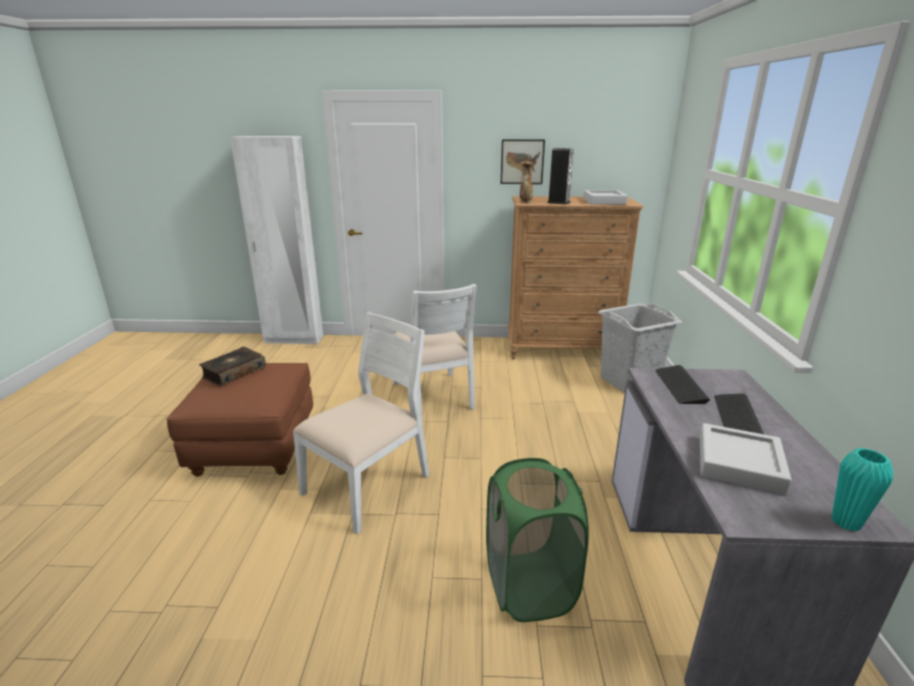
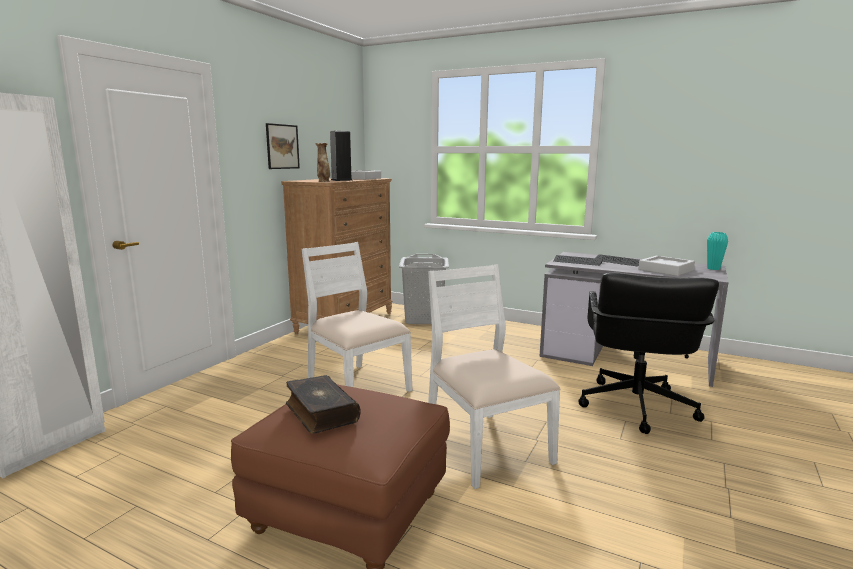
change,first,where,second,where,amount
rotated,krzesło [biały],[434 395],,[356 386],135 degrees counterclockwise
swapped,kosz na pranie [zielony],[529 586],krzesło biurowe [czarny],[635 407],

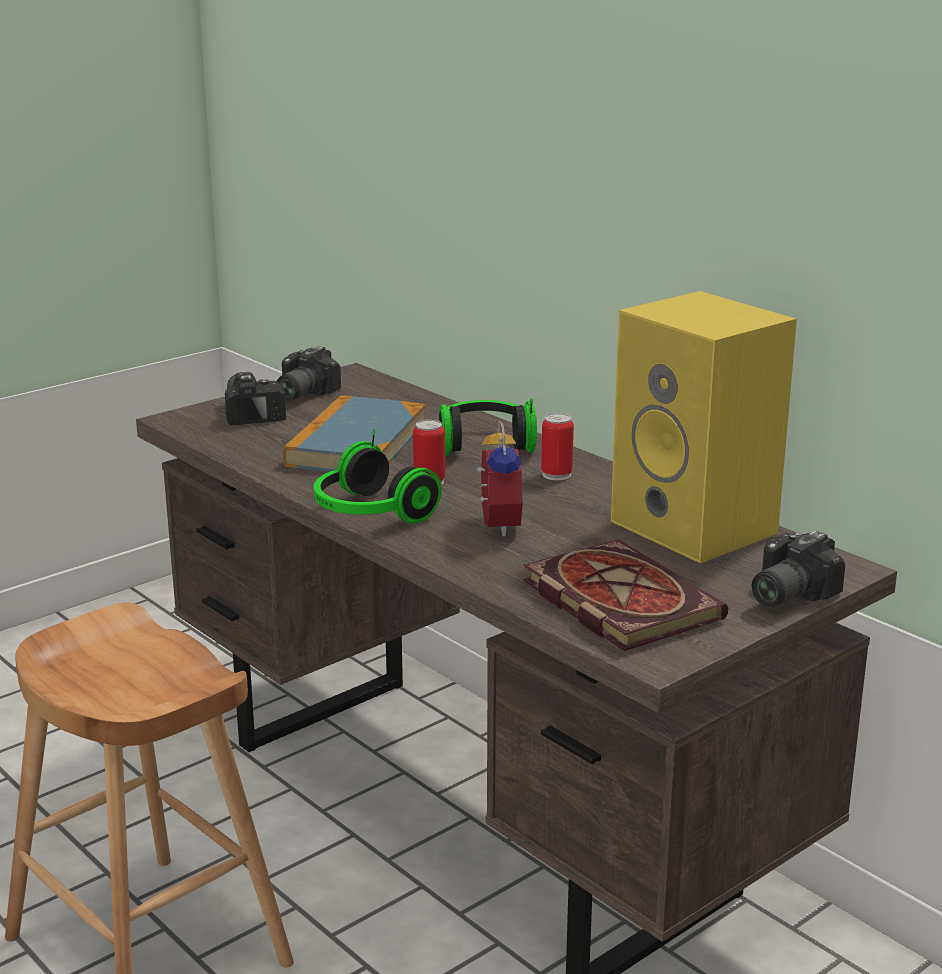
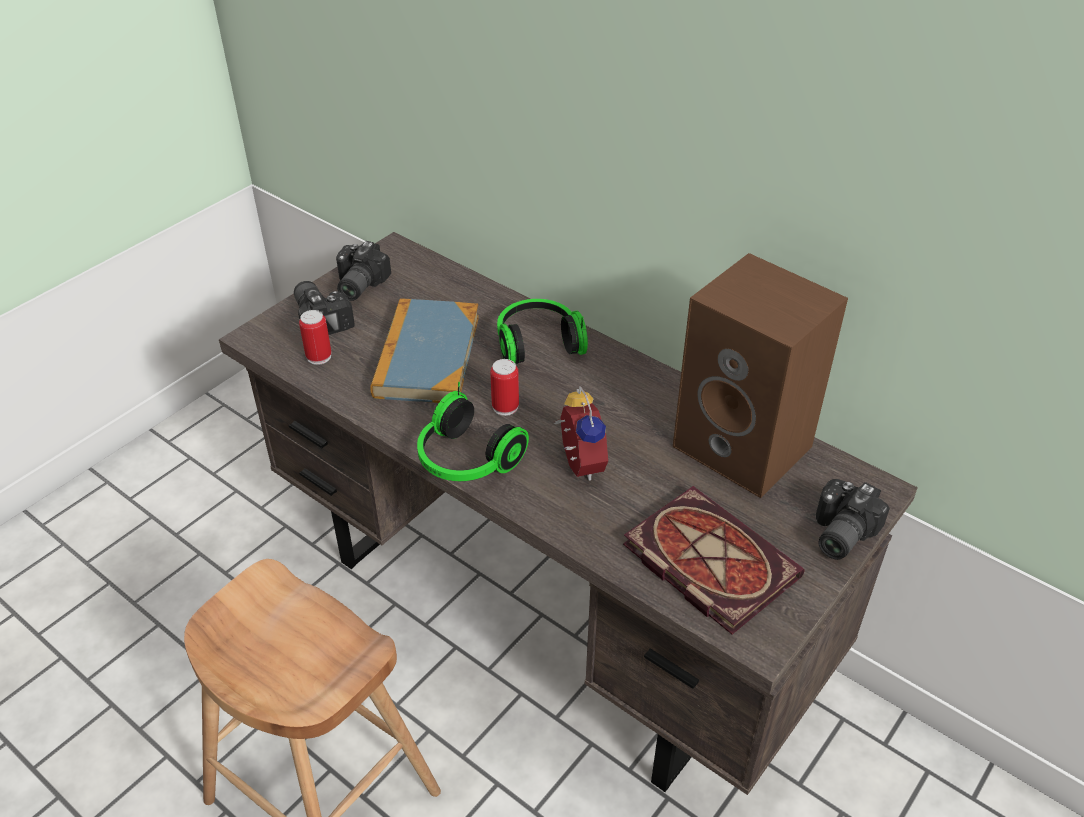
change,first,where,second,where,amount
repainted,głośnik [żółty],[698 527],głośnik [brązowy],[746 446],
shifted,puszka,[556 474],,[319 356],

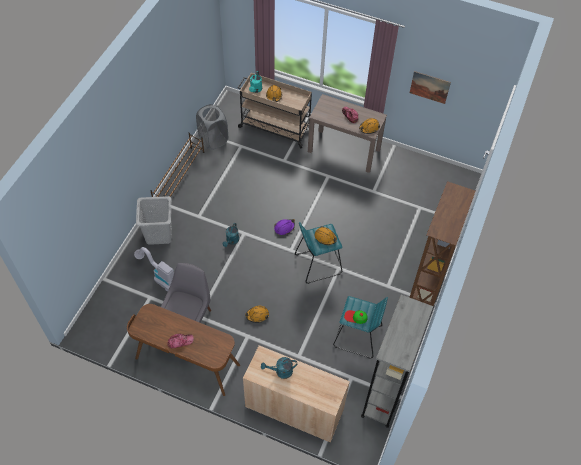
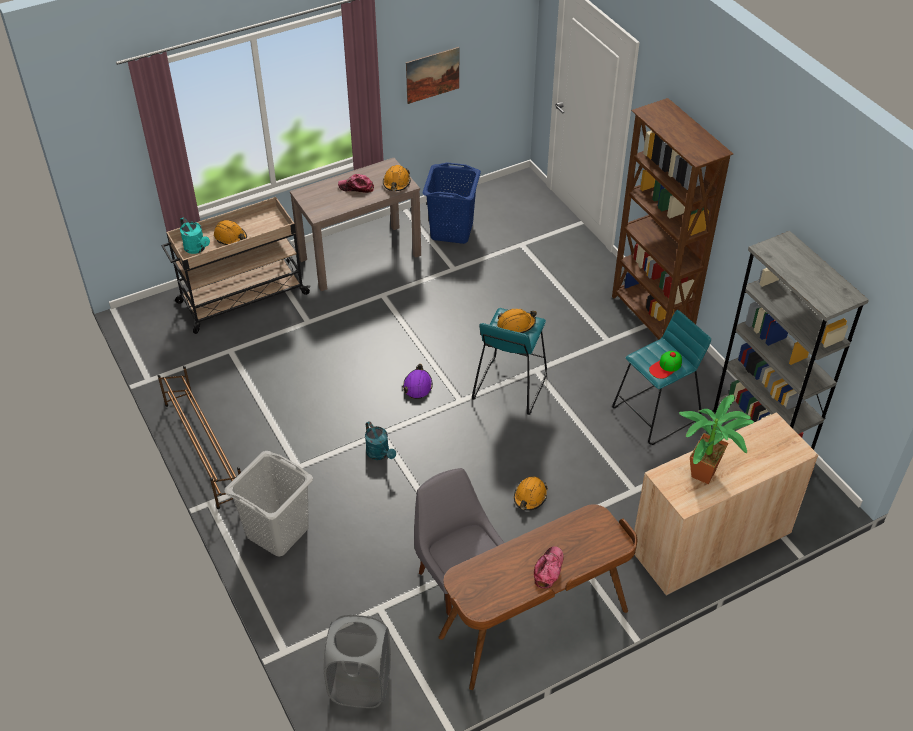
change,first,where,second,where,amount
shifted,kosz na pranie [szary],[213 139],,[360 684],
gone,odkurzacz,[159 276],,,
swapped,konewka [turkusowy],[280 372],roślina doniczkowa,[707 472],
new,,,kosz na pranie [niebieski],[452 230],

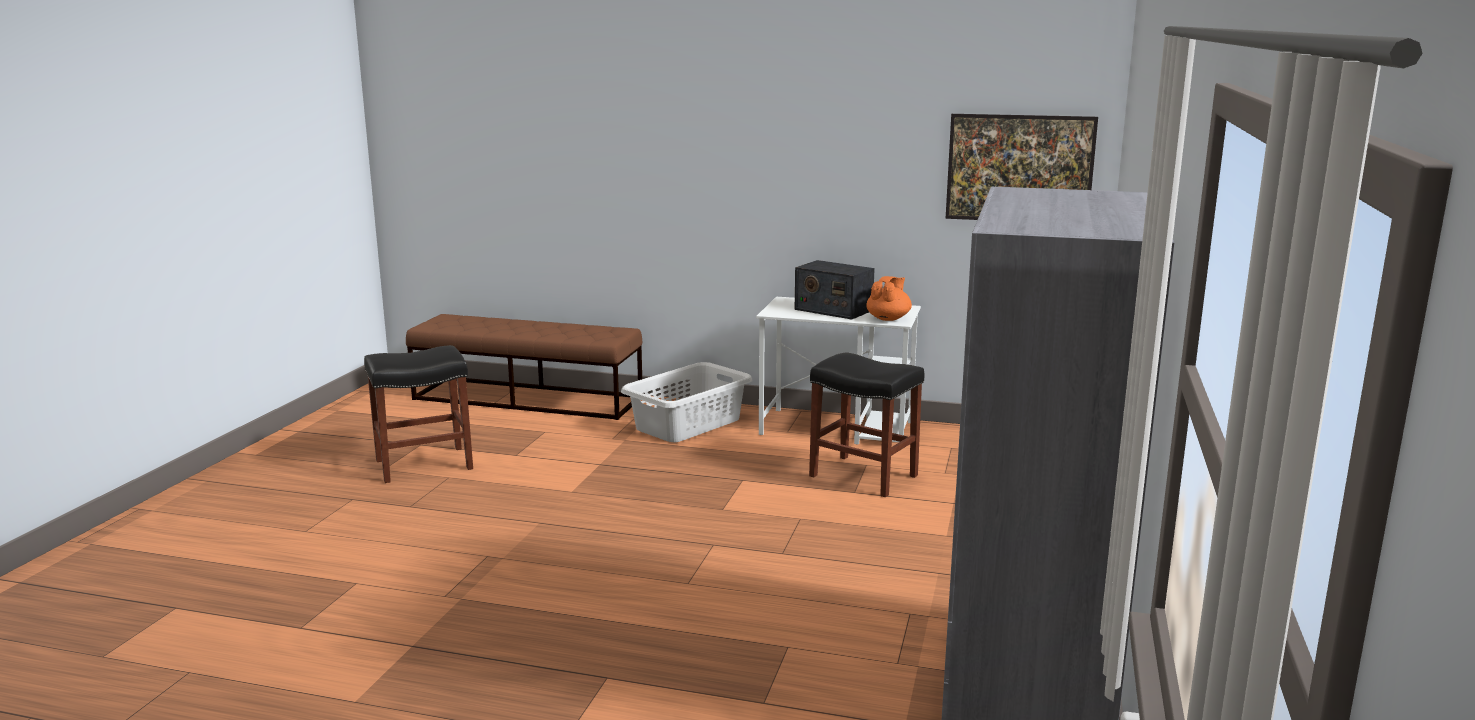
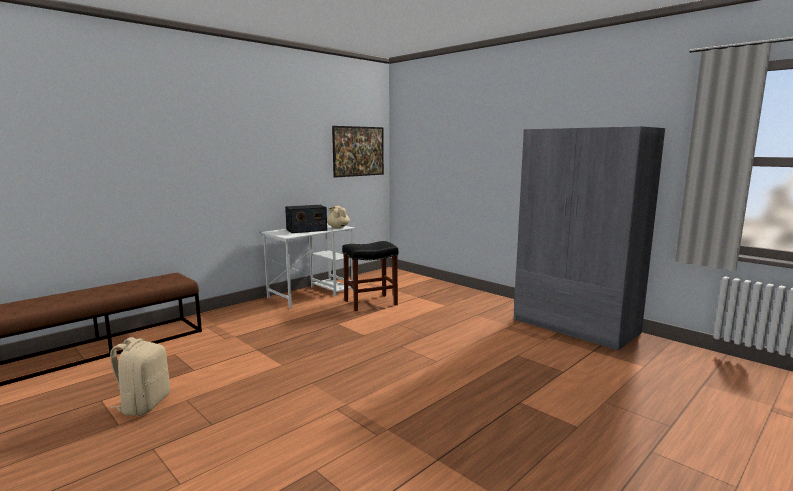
change,first,where,second,where,amount
repainted,imbryk [pomarańczowy],[888 318],imbryk [beżowy],[338 227],
swapped,stołek [czarny],[425 464],plecak [beżowy],[144 404],
gone,kosz na pranie [szary],[689 424],,,

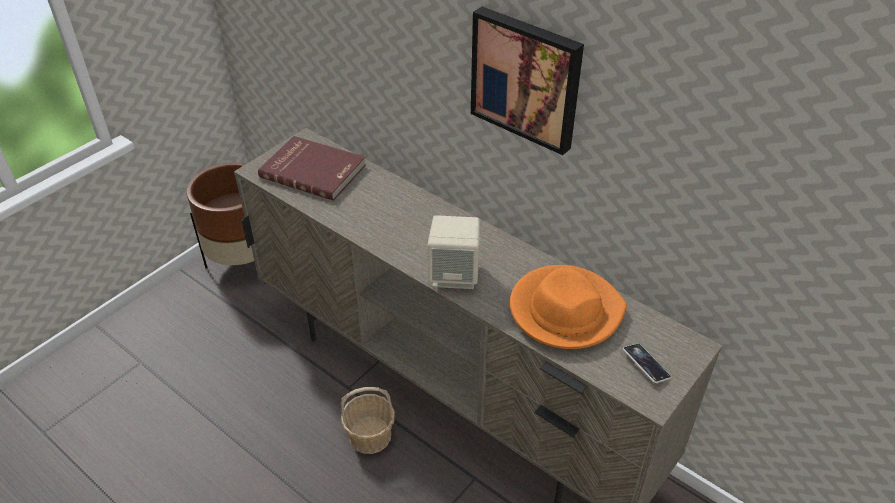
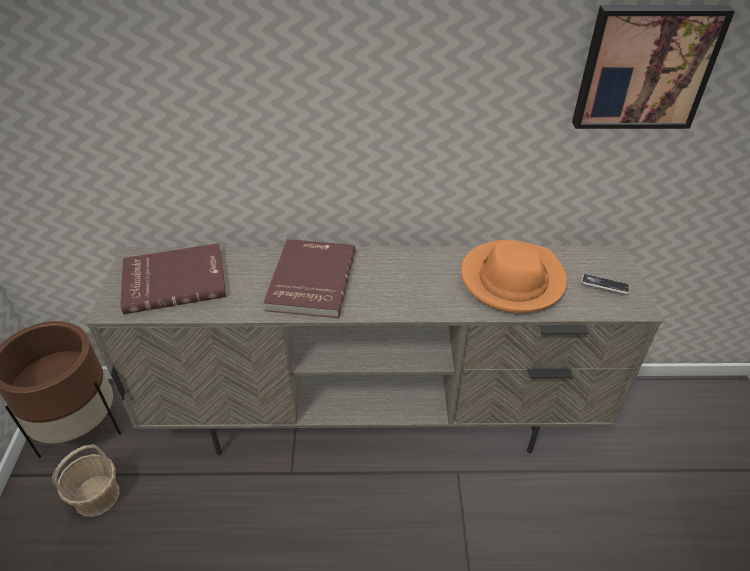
change,first,where,second,where,amount
shifted,obraz,[527 78],,[645 67],
gone,głośnik [beżowy],[454 275],,,
shifted,koszyk,[370 435],,[97 496],
new,,,książka [czerwony],[309 280],

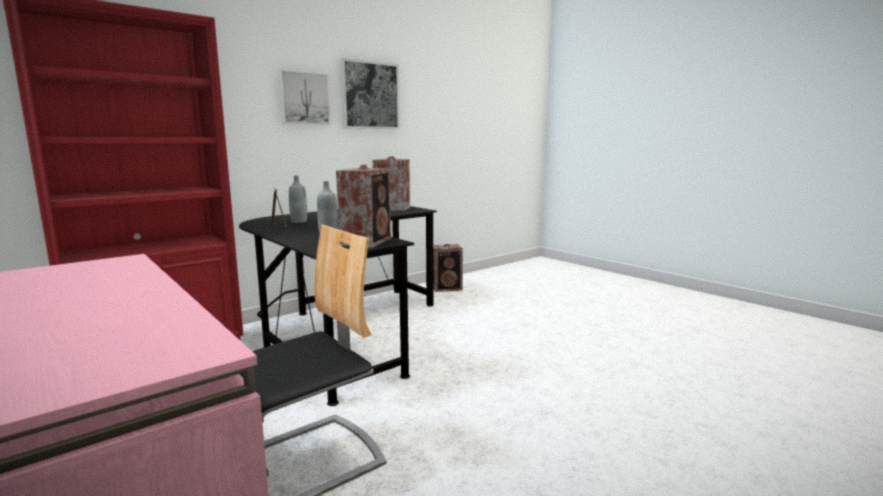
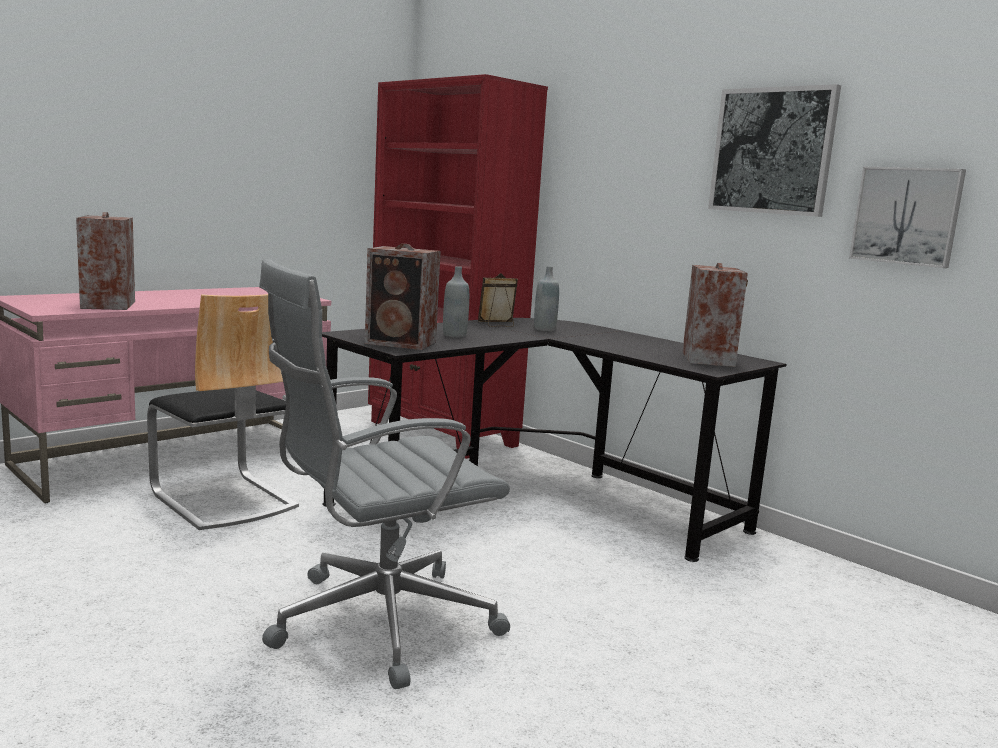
change,first,where,second,where,amount
shifted,obraz,[304 98],,[907 216],
shifted,głośnik,[447 288],,[107 305],
new,,,krzesło biurowe [szary],[376 622],

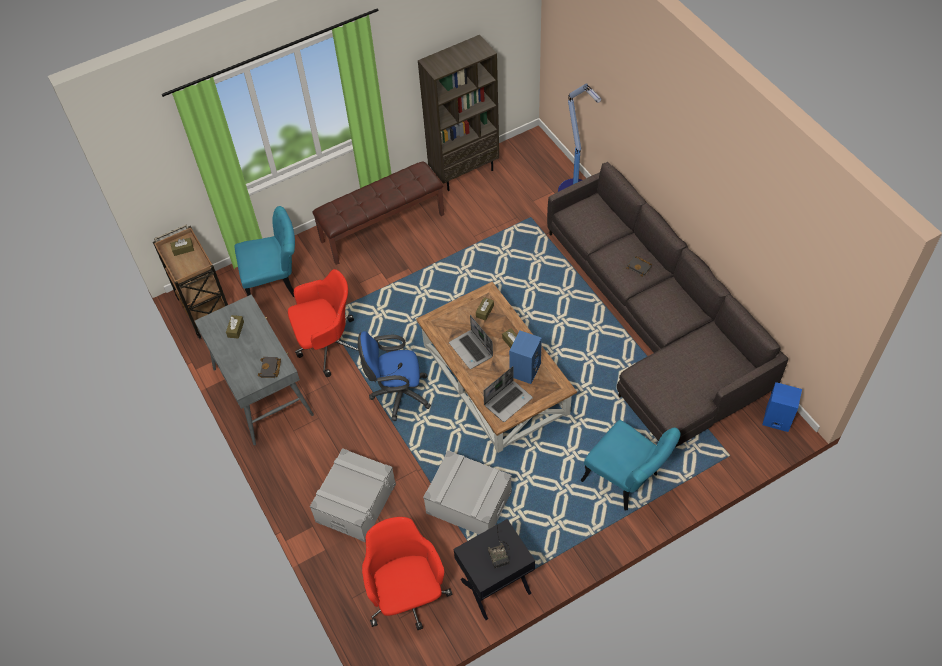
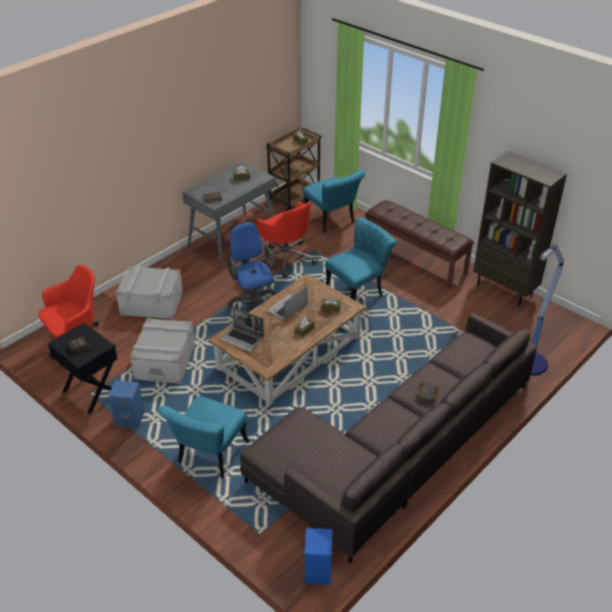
change,first,where,second,where,amount
shifted,głośnik [niebieski],[525 369],,[130 418],
new,,,krzesło [turkusowy],[358 291],

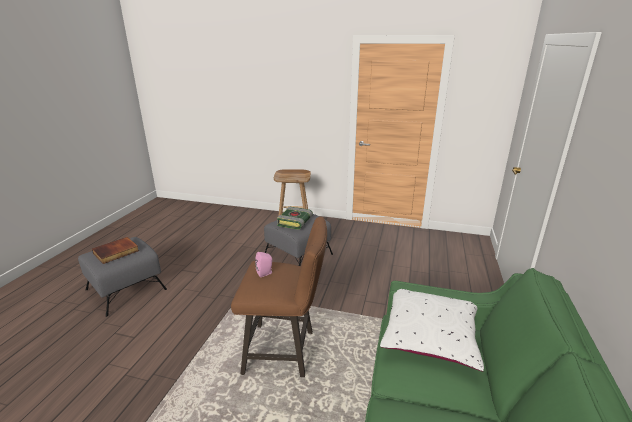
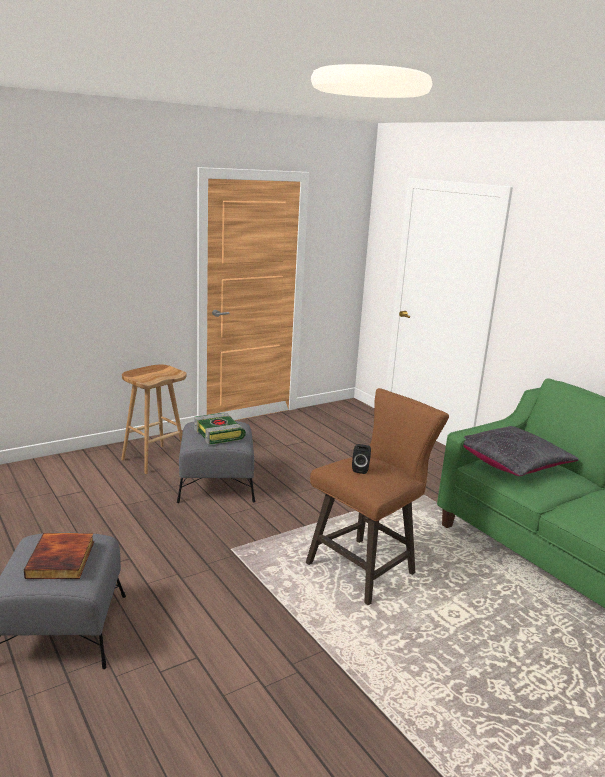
change,first,where,second,where,amount
repainted,głośnik [różowy],[265 273],głośnik [czarny],[361 469],
repainted,poduszka [biały],[430 336],poduszka [czarny],[511 463],

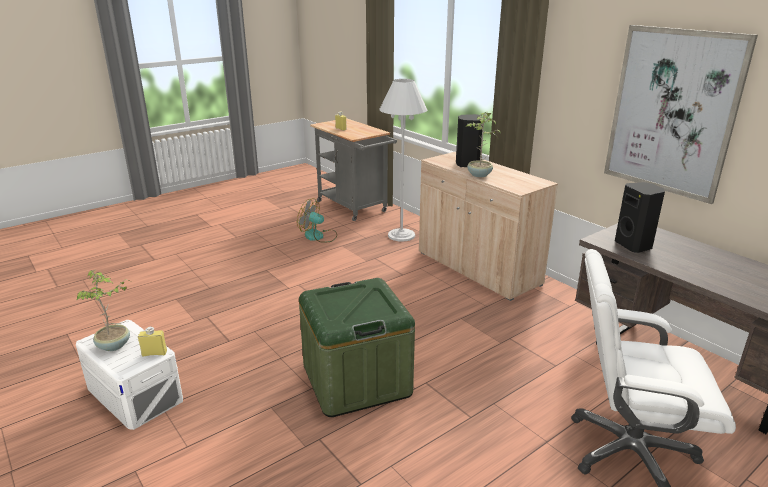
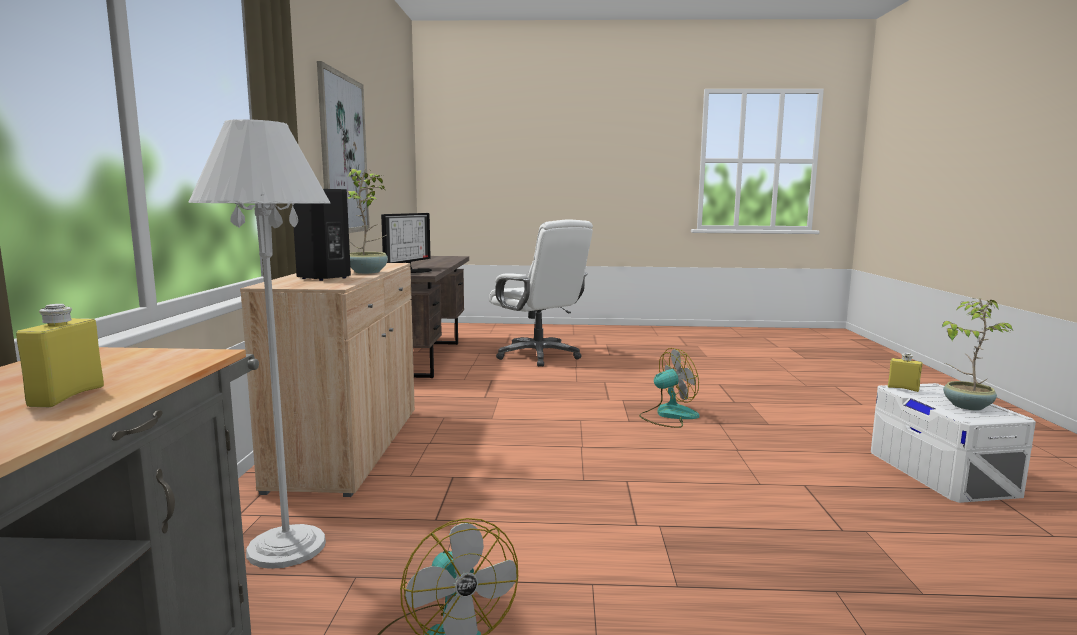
change,first,where,second,where,amount
swapped,głośnik [czarny],[634 245],monitor,[415 271],
swapped,pojemnik do przechowywania [zielony],[356 380],wentylator,[668 415],

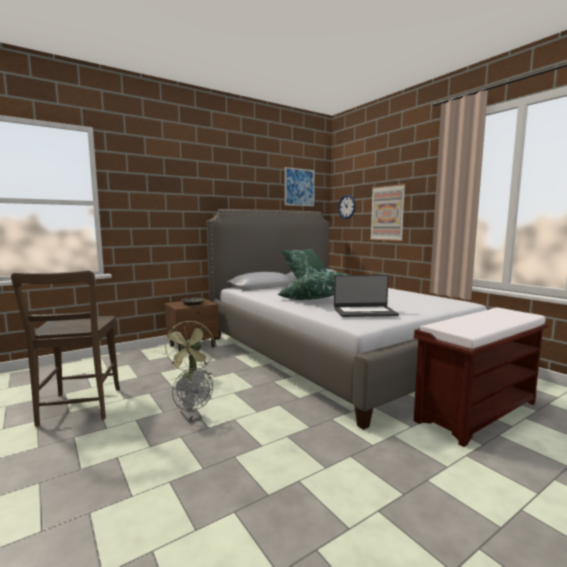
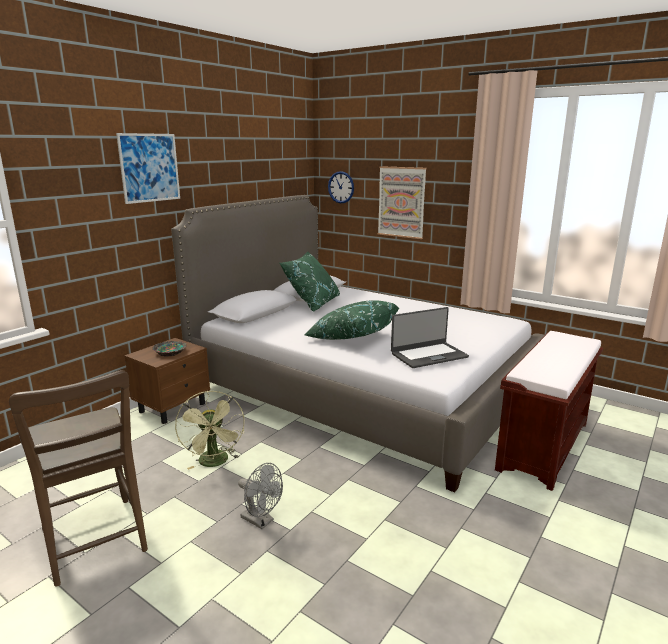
change,first,where,second,where,amount
shifted,obraz,[299 187],,[149 168],

